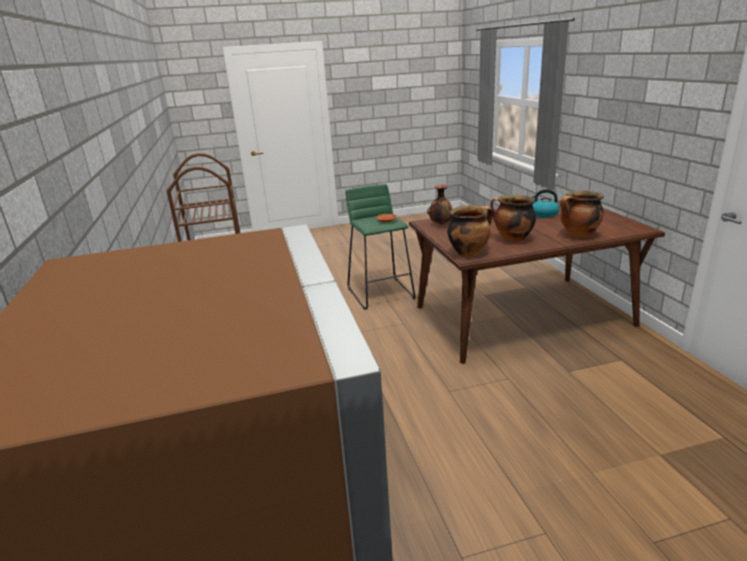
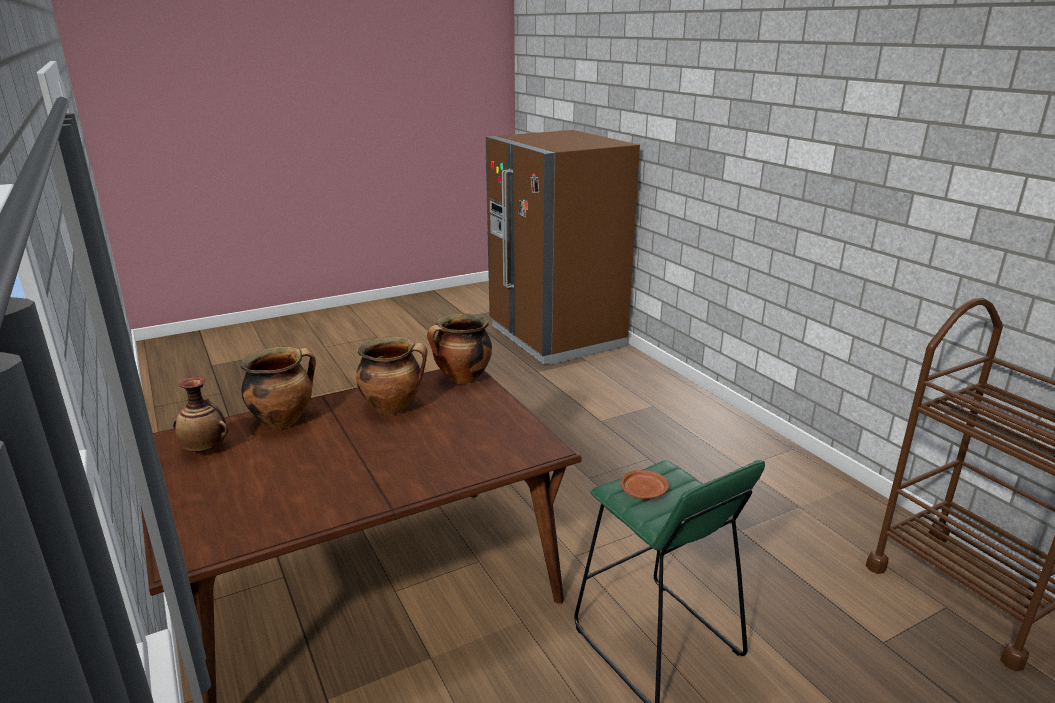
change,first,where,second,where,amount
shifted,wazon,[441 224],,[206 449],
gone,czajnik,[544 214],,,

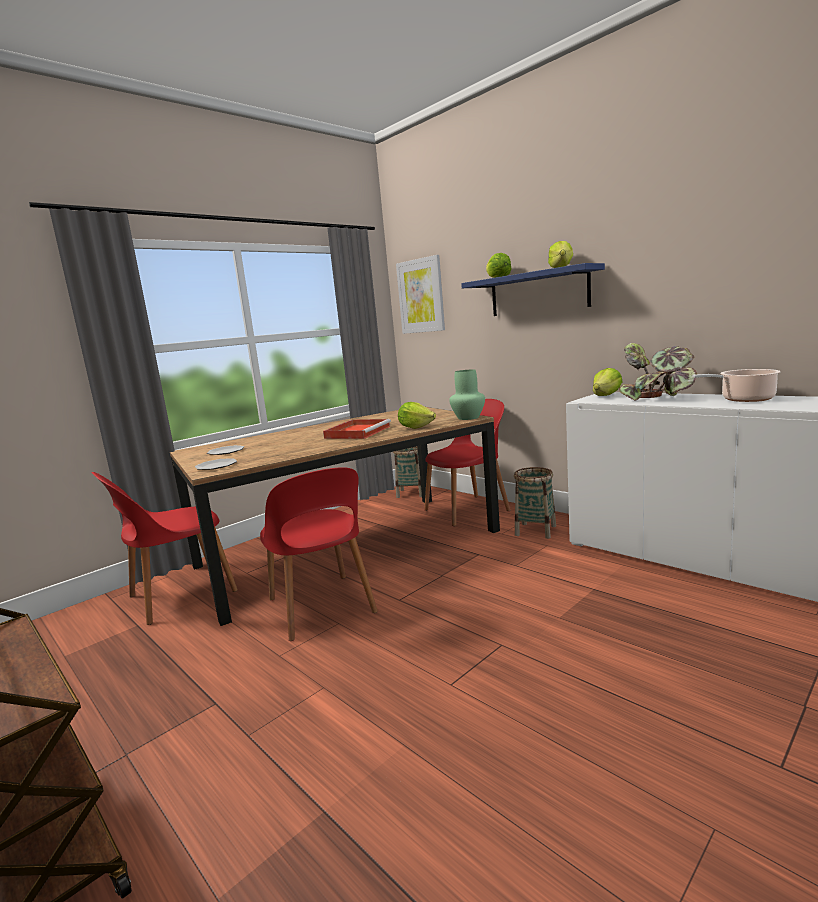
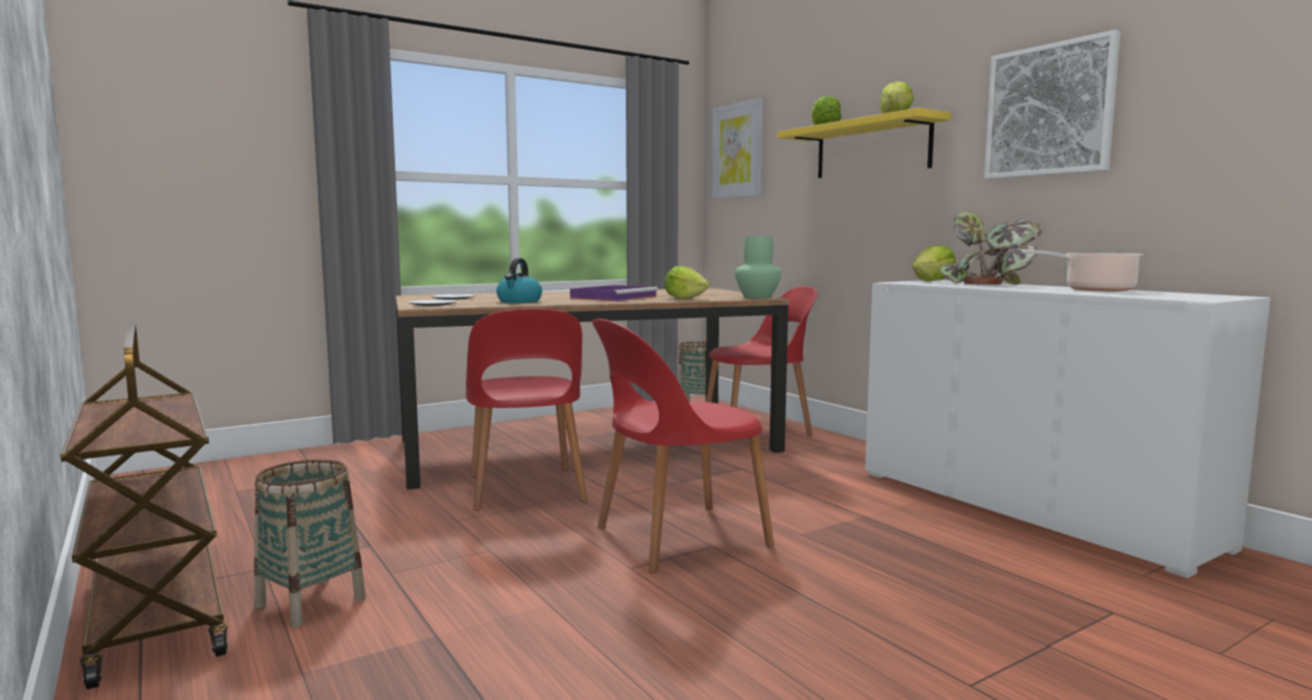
change,first,where,second,where,amount
repainted,półka [niebieski],[538 292],półka [żółty],[872 149],
repainted,taca [czerwony],[358 432],taca [fioletowy],[614 297],
shifted,koszyk,[535 530],,[311 602],
shifted,krzesło [czerwony],[179 595],,[677 537],
new,,,obraz,[1049 110],
new,,,czajnik,[519 301],

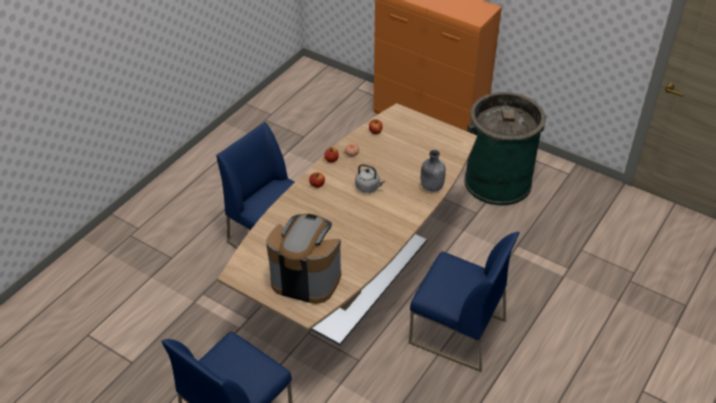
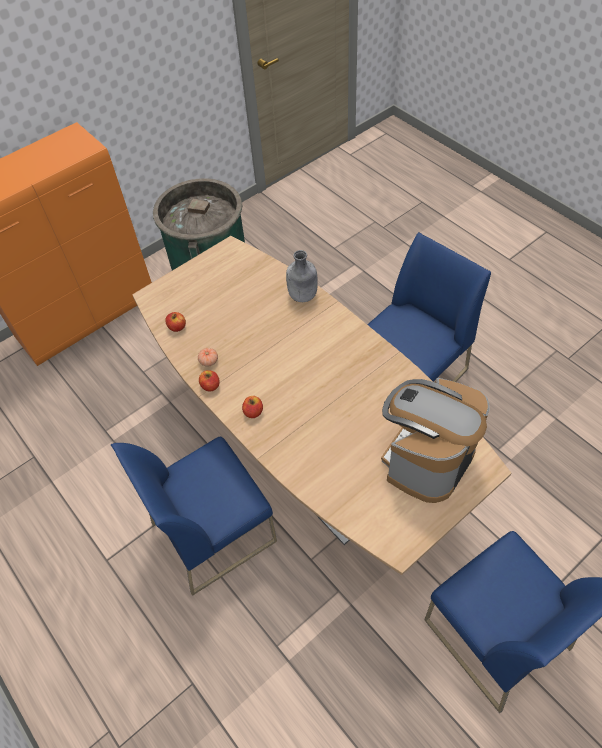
change,first,where,second,where,amount
gone,czajnik [szary],[368 187],,,

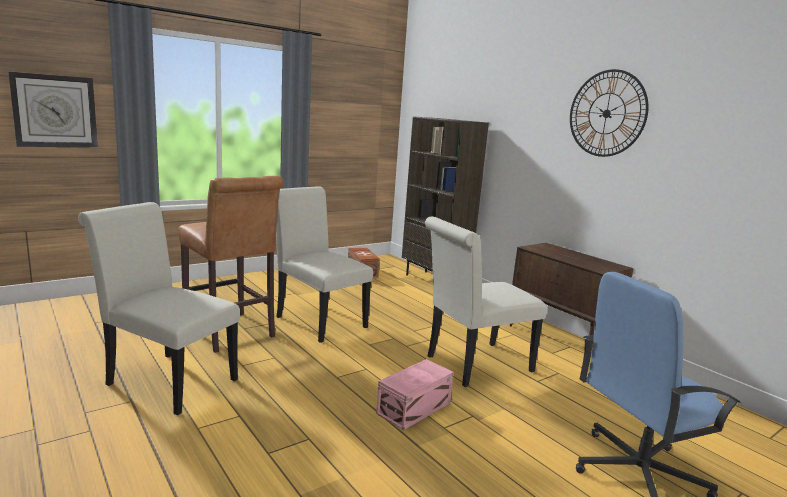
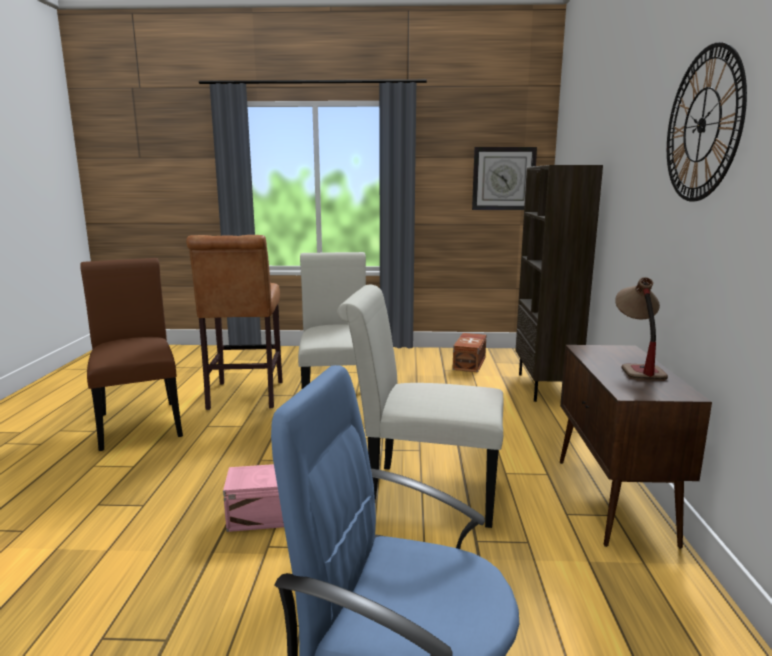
change,first,where,second,where,amount
shifted,zegar ścienny,[55 111],,[503 178],
repainted,krzesło [biały],[166 380],krzesło [brązowy],[139 422],
new,,,lampa stołowa,[636 367],

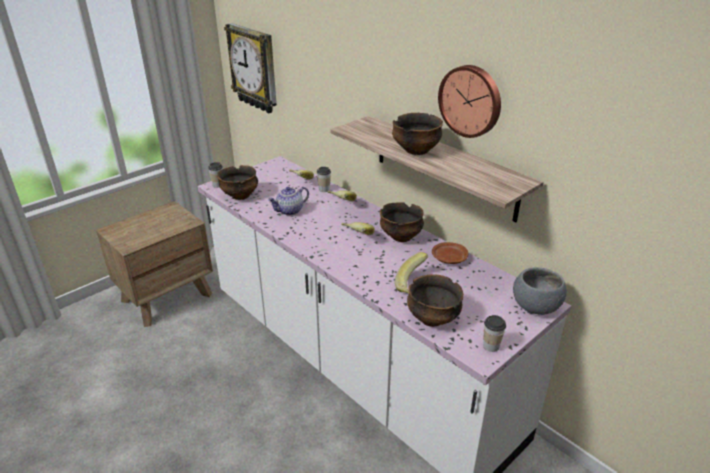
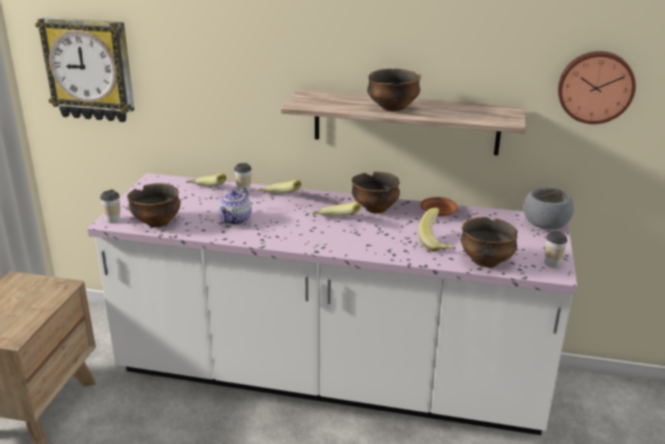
change,first,where,second,where,amount
shifted,zegar ścienny,[471 101],,[595 86],

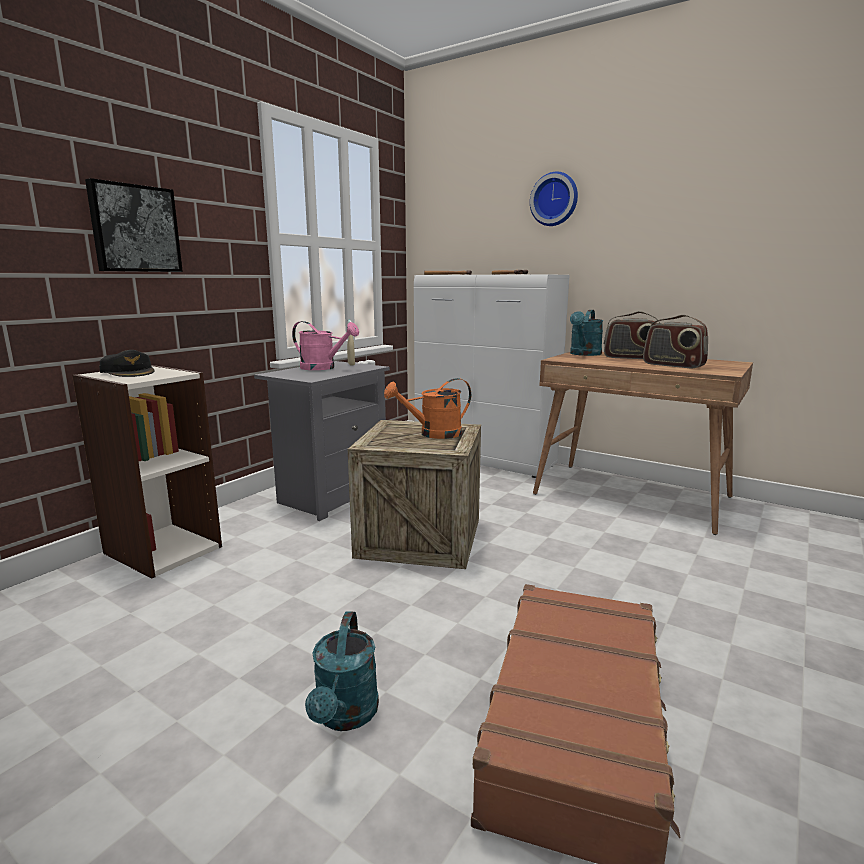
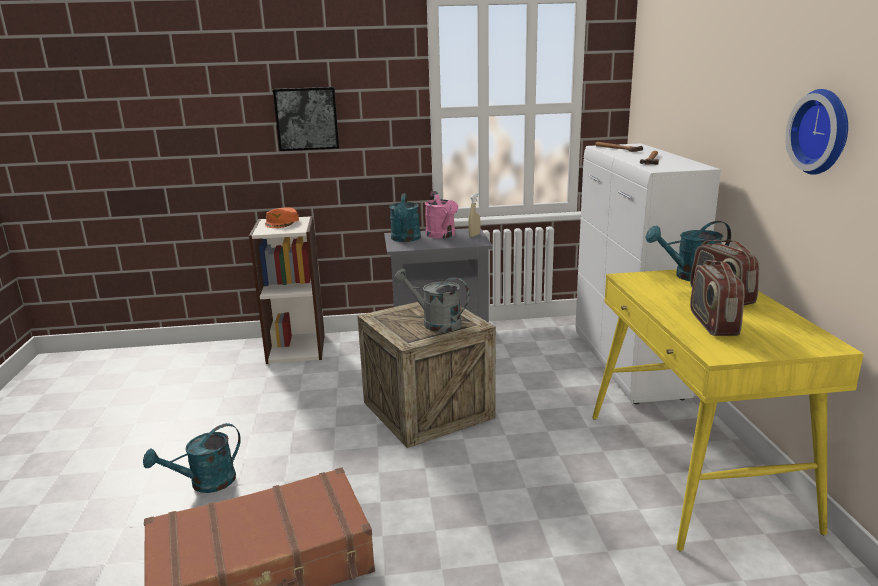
change,first,where,second,where,amount
shifted,zegar ścienny,[555 199],,[823 132],
repainted,czapka z daszkiem [czarny],[128 372],czapka z daszkiem [pomarańczowy],[282 222],
repainted,biurko [brązowy],[632 495],biurko [żółty],[694 469],
repainted,konewka [pomarańczowy],[433 434],konewka [szary],[435 323],
new,,,konewka [turkusowy],[405 239],

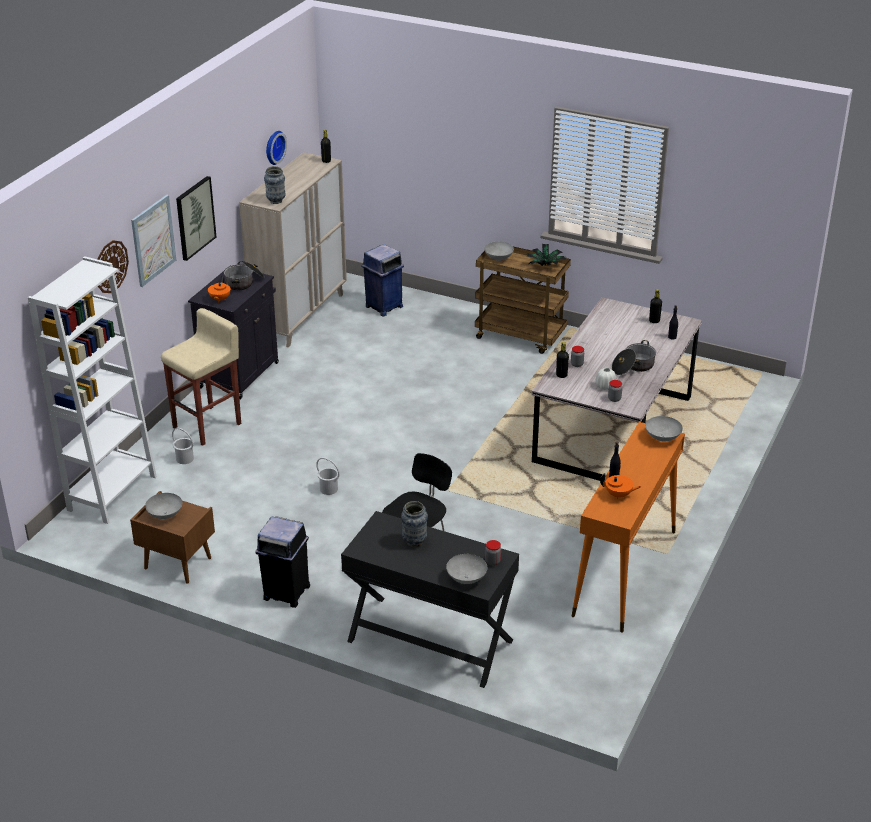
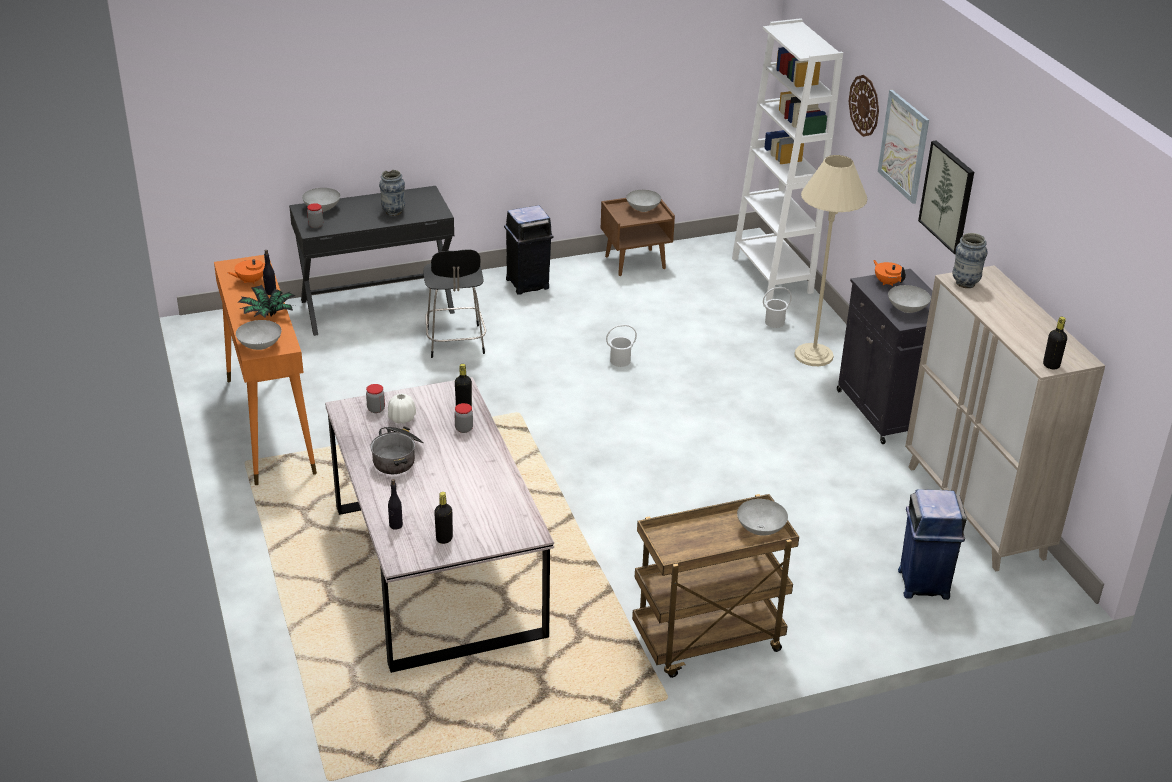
change,first,where,second,where,amount
gone,zegar ścienny,[273 147],,,
shifted,roślina doniczkowa,[545 266],,[268 315],
swapped,garnek,[244 282],miska [szary],[907 309],
swapped,stołek [beżowy],[208 425],lampa stojąca [beżowy],[813 355],

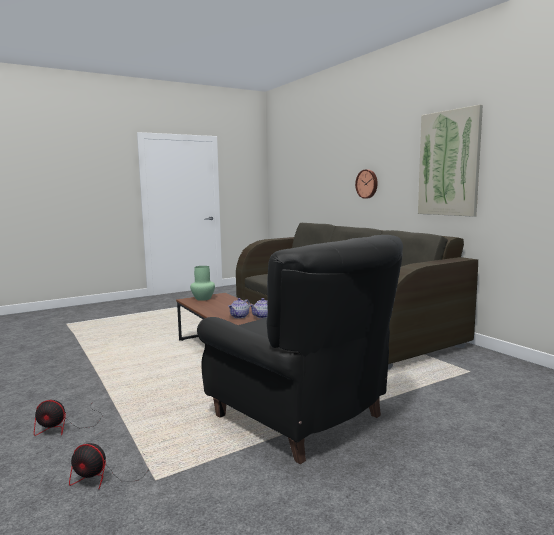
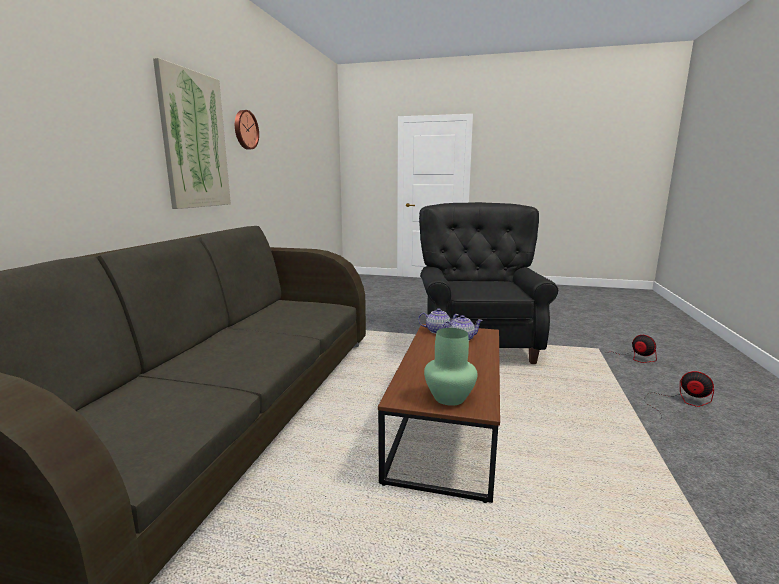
change,first,where,second,where,amount
shifted,zegar ścienny,[367 184],,[245 130],

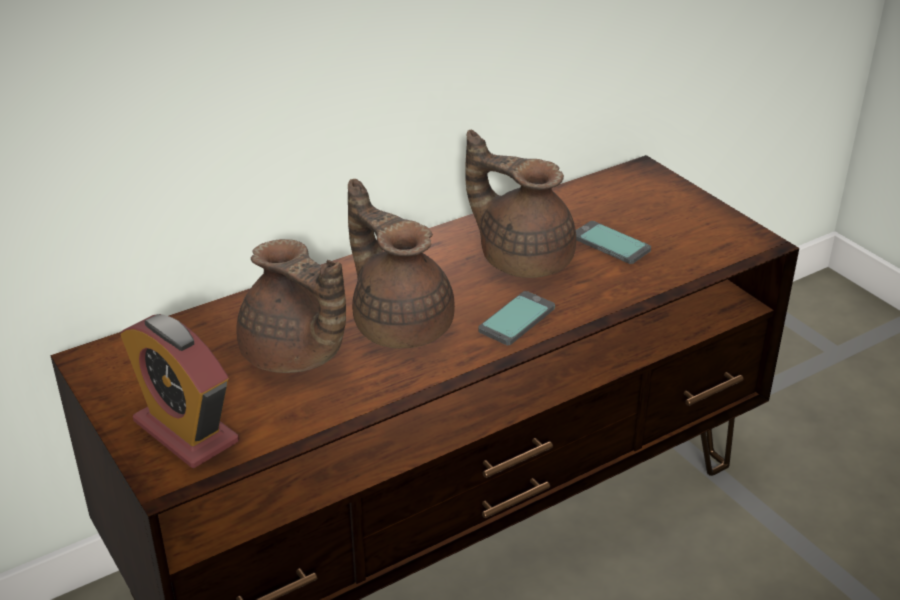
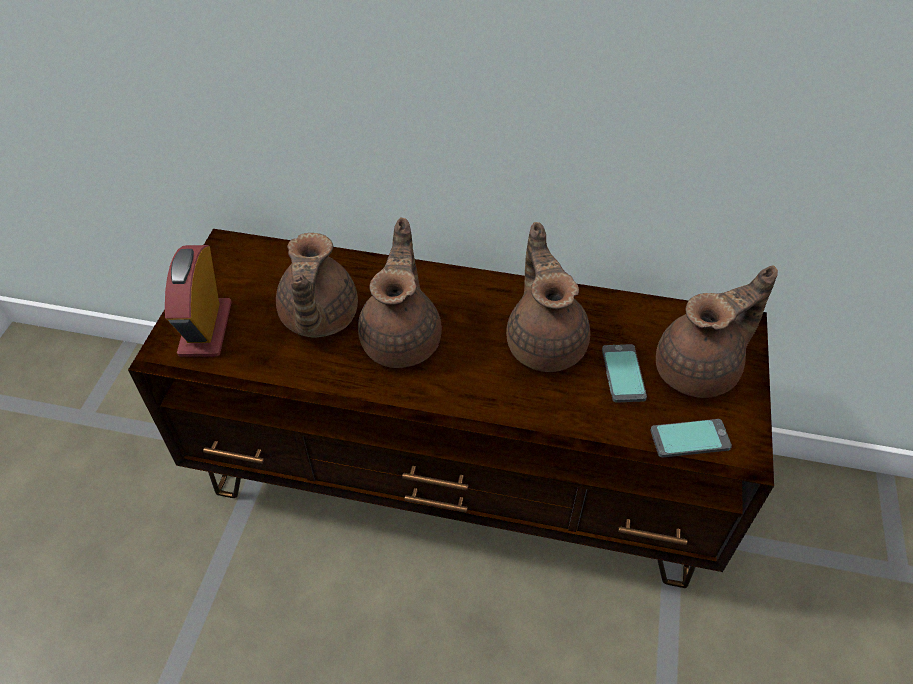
change,first,where,second,where,amount
shifted,telefon,[516 319],,[689 438],
new,,,imbryk [brązowy],[700 369],

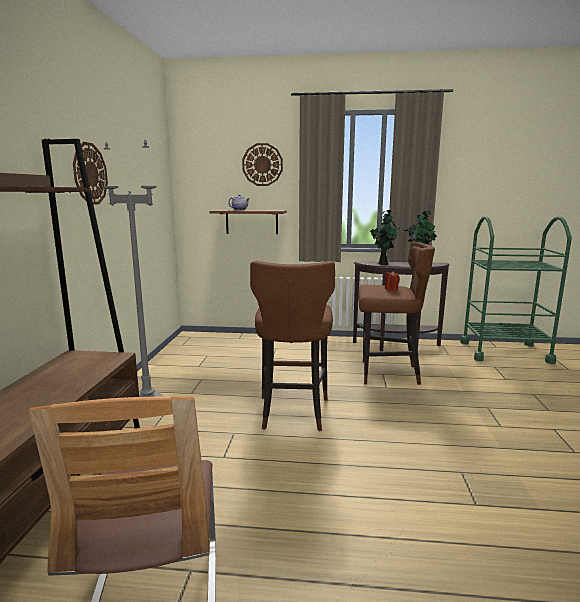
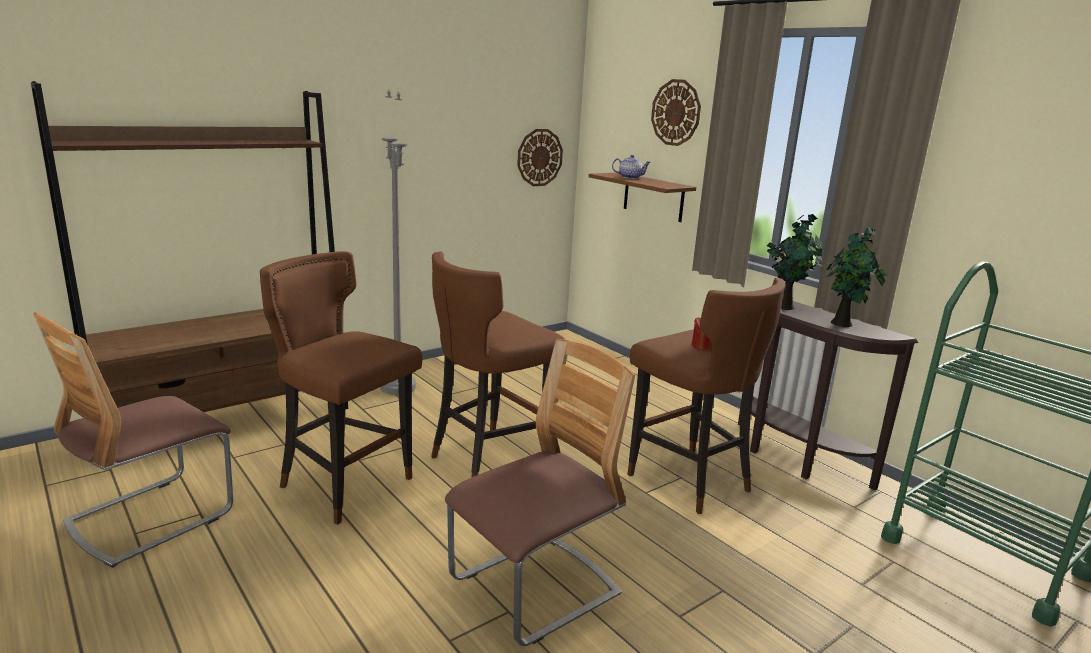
change,first,where,second,where,amount
shifted,zegar ścienny,[90 174],,[539 157],
new,,,stołek [brązowy],[346 486],
new,,,krzesło,[534 589],

